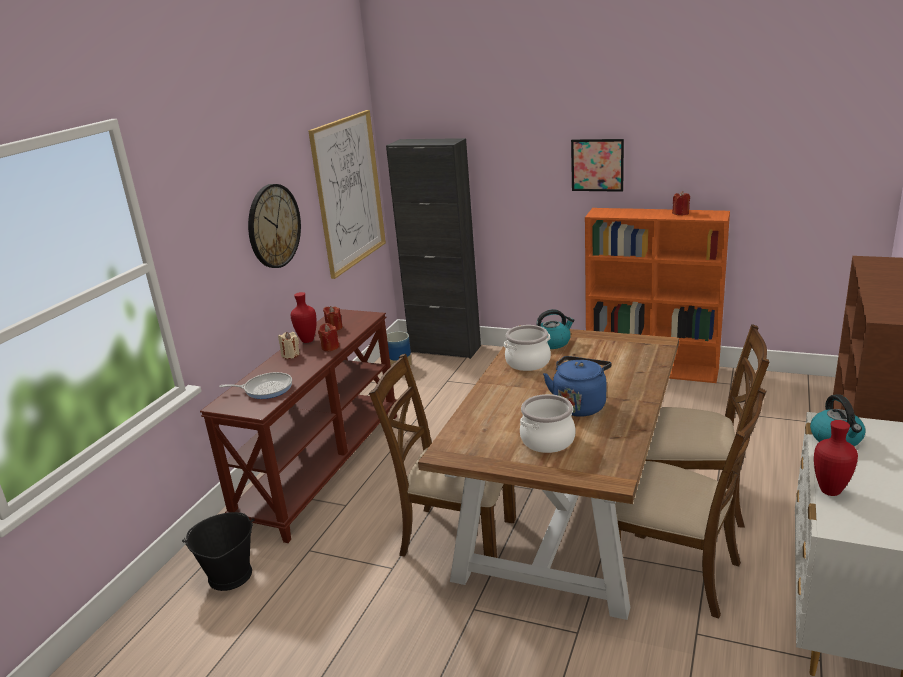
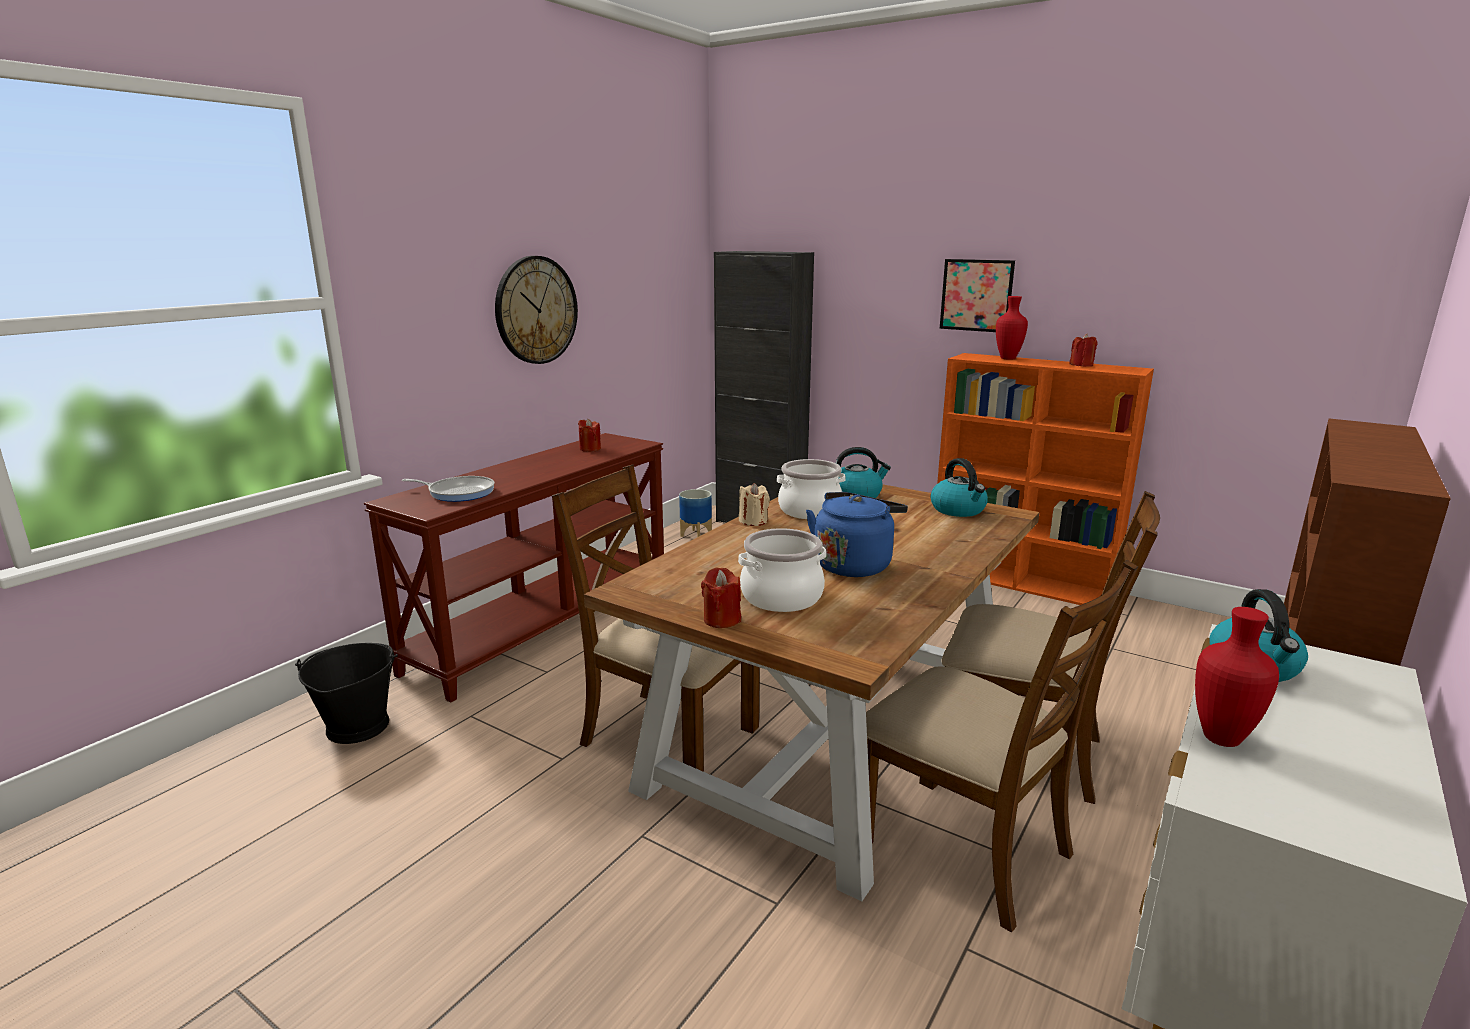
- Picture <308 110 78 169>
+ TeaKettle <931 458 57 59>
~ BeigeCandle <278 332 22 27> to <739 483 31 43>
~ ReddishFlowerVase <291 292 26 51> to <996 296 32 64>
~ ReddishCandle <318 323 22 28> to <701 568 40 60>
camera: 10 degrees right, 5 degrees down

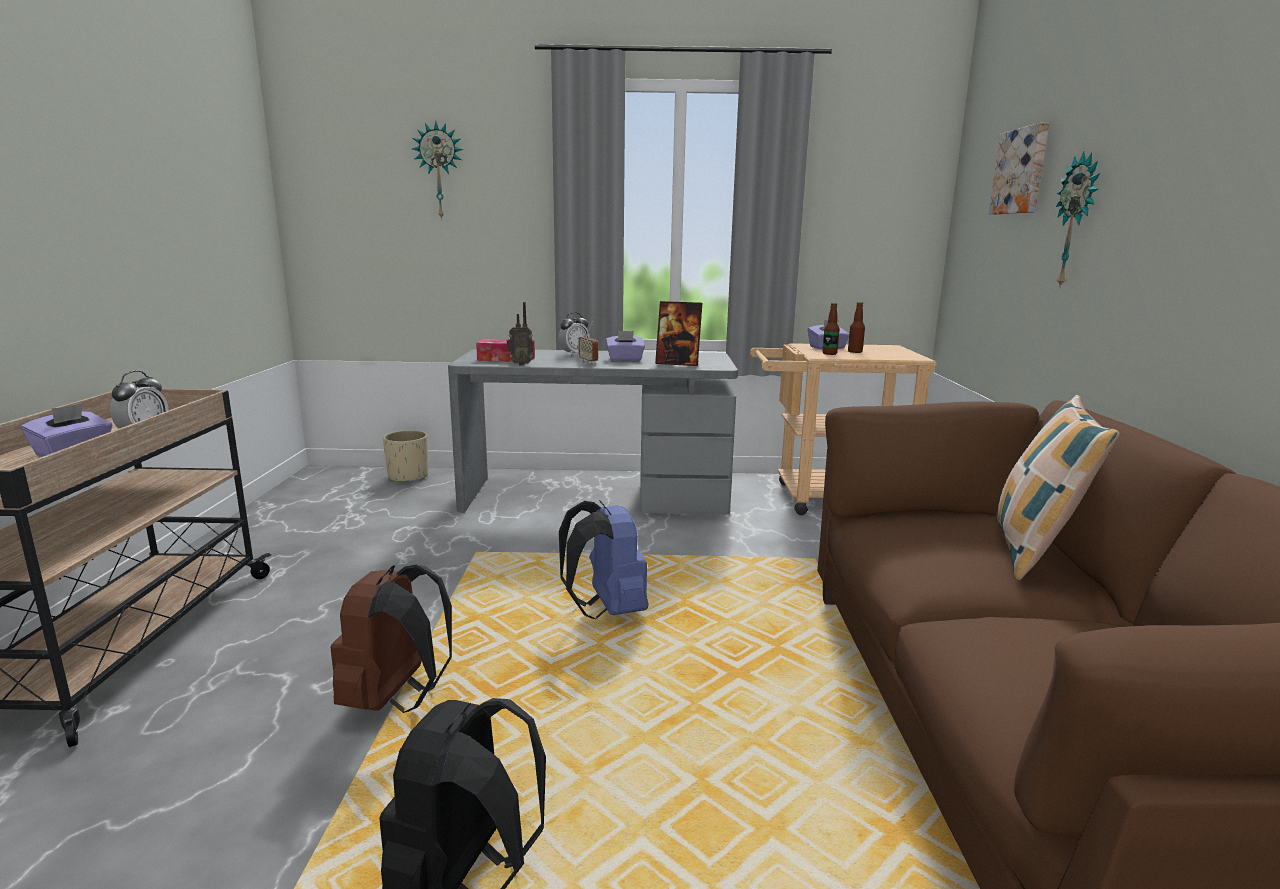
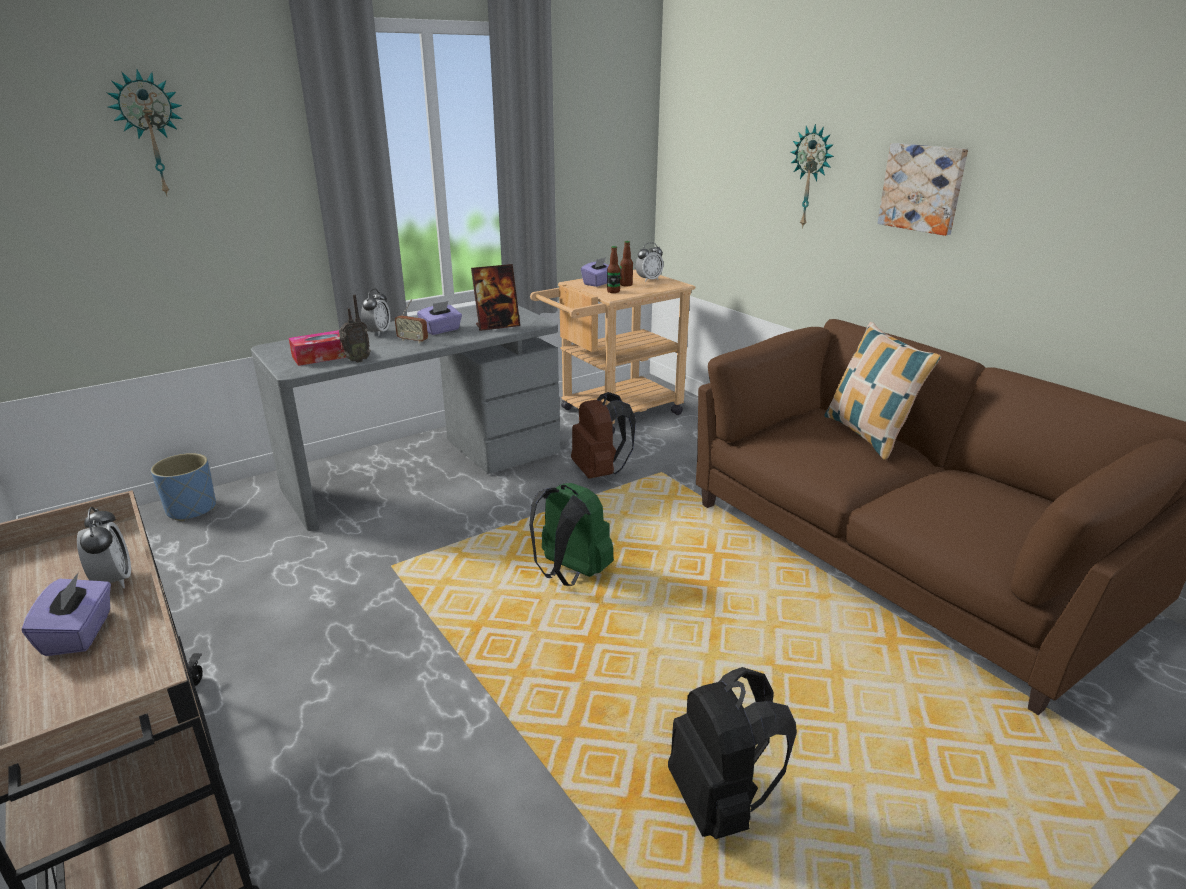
+ AlarmClock <635 242 29 40>
~ BrownColouredKnapsack <331 565 121 148> to <571 392 65 87>
~ Picture <989 123 60 92> to <878 143 90 93>
~ BeigePlanter <383 430 45 52> to BlueColouredPlanter <151 453 65 68>
~ BlueColouredKnapsack <559 500 89 119> to GreenKnapsack <530 483 84 103>
camera: 35 degrees left, 10 degrees up

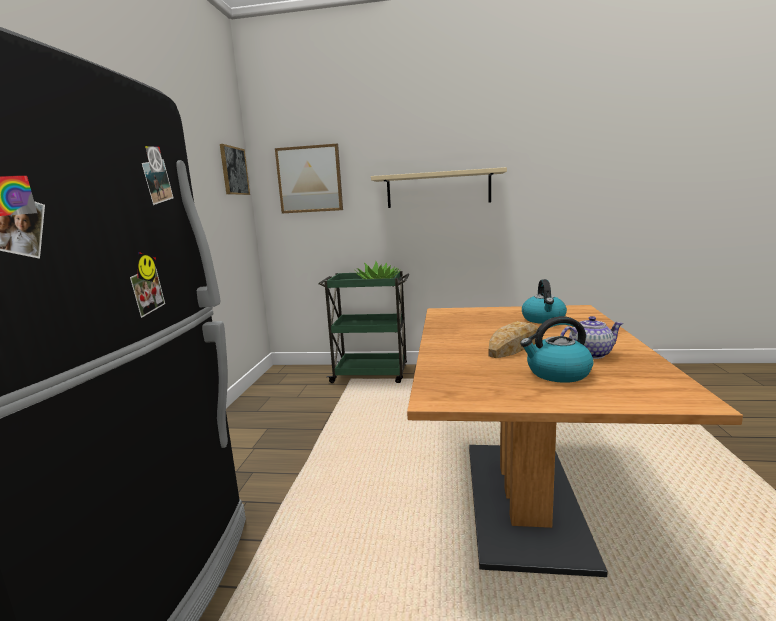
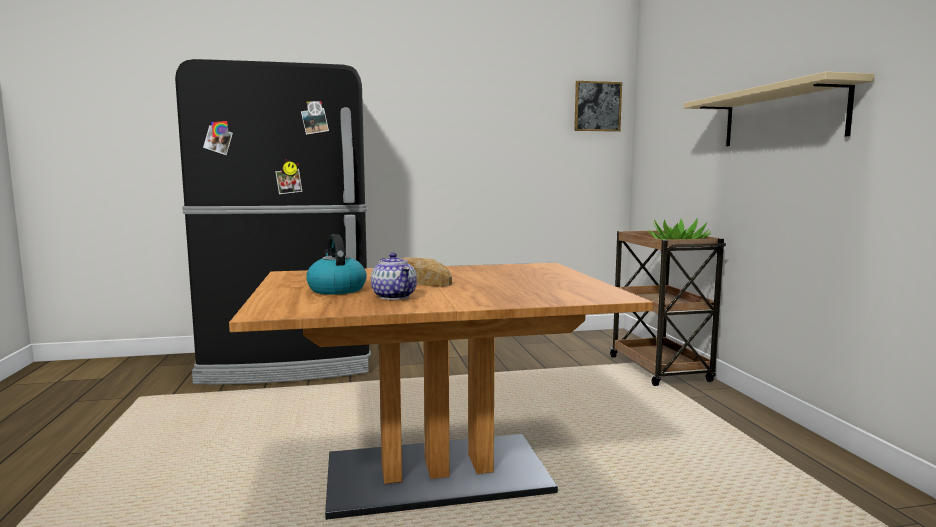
- Picture <275 144 68 69>
- TeaKettle <522 279 45 45>
~ GreenCart <319 271 90 112> to BrownColouredCart <610 230 116 156>
camera: 70 degrees right, 5 degrees down

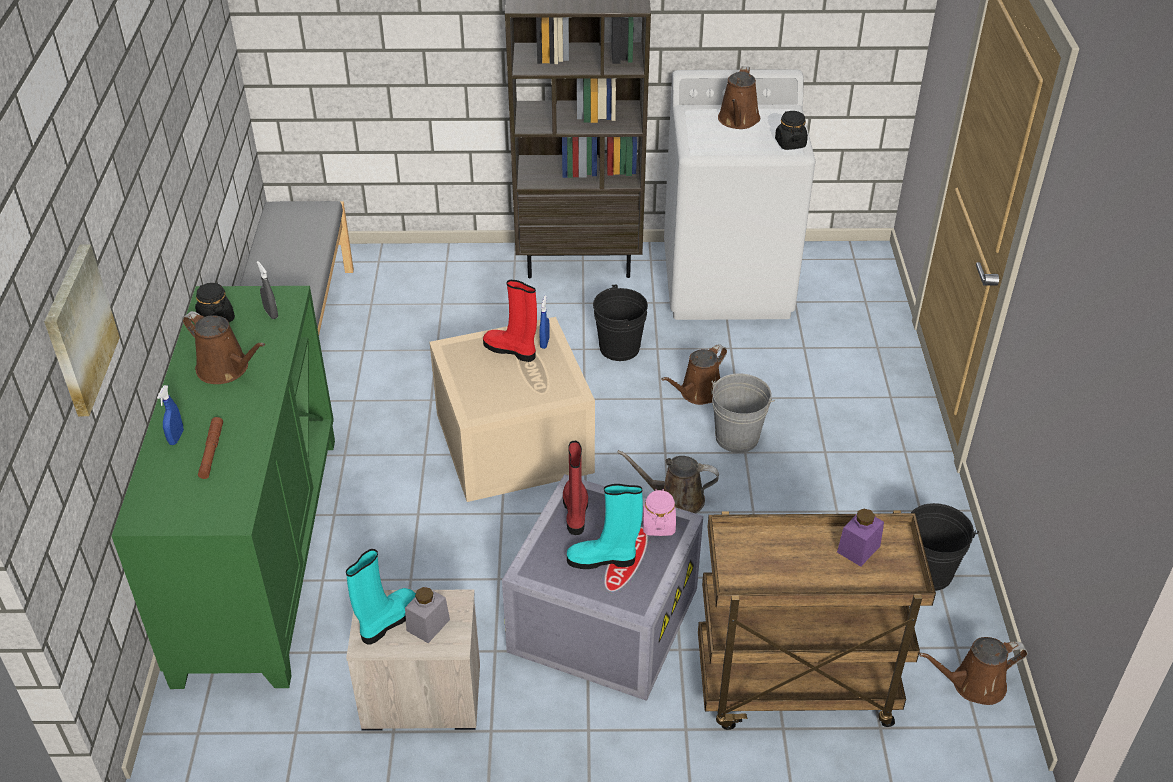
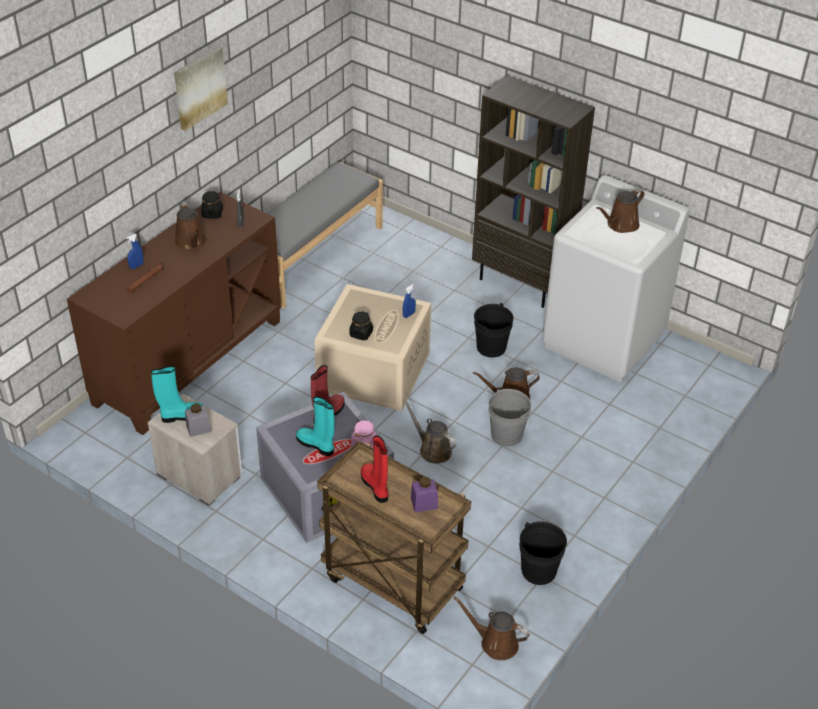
~ Picture <44 244 76 172> to <174 46 54 85>
~ ReddishTallBoot <483 280 54 82> to <361 435 27 68>
~ BlackStorageJar <775 111 33 39> to <349 311 24 29>
~ GreenCupboard <112 286 223 403> to BrownColouredCupboard <67 192 214 243>
camera: 35 degrees right, 0 degrees up

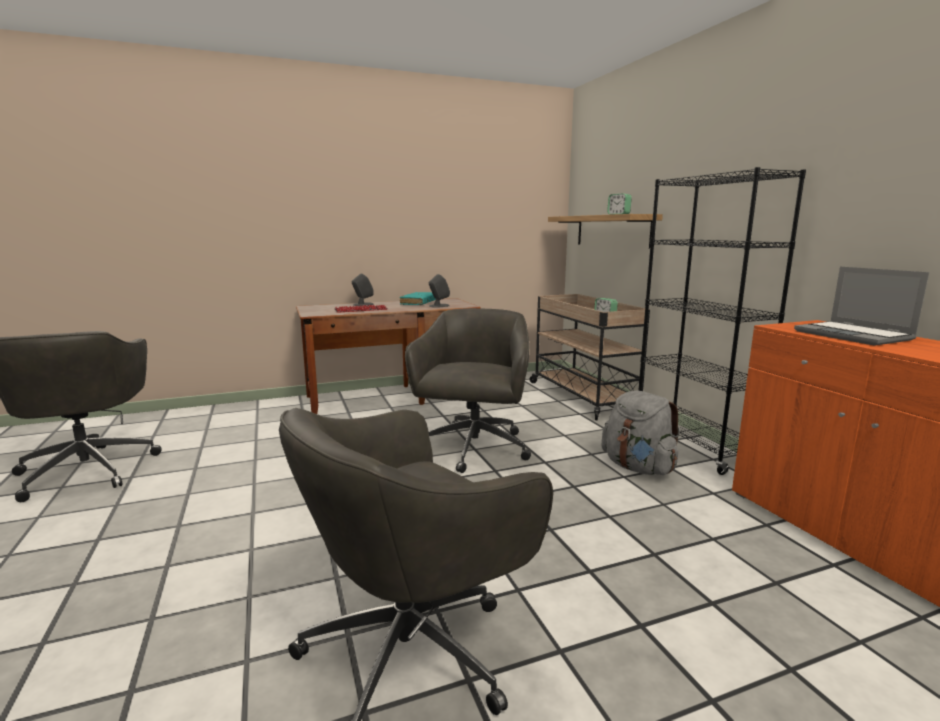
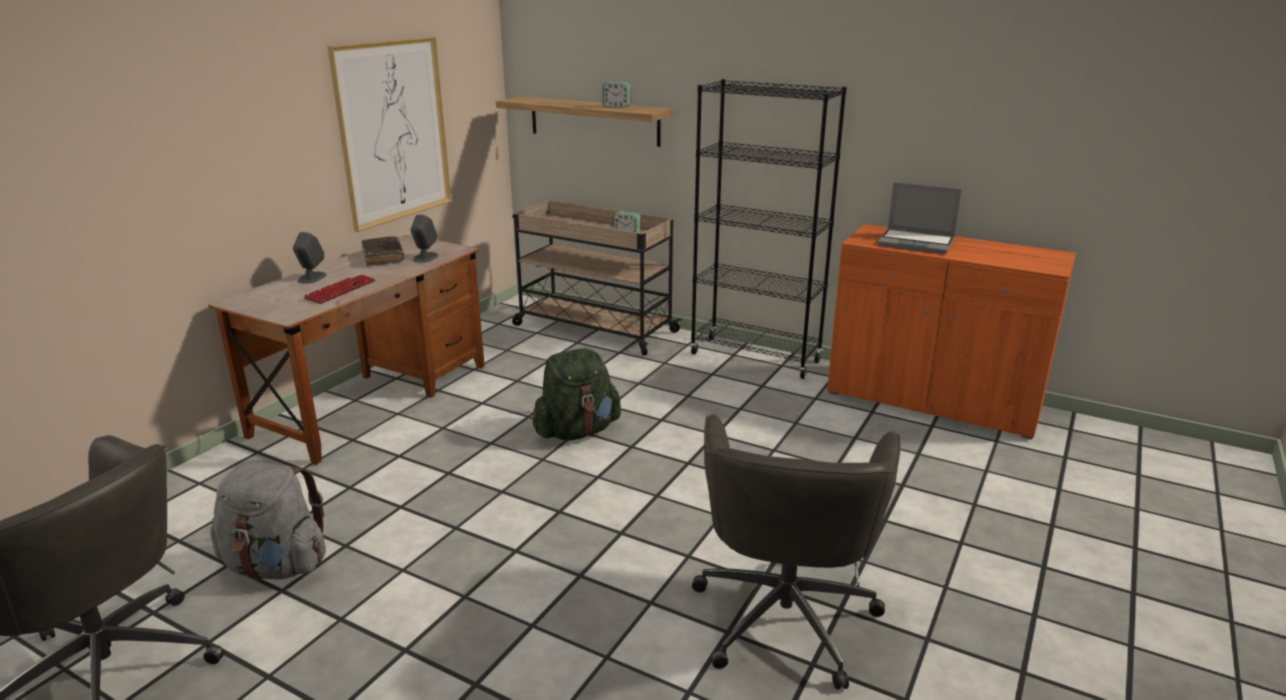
+ Picture <327 37 125 195>
~ GrayKnapsack <601 391 79 84> to <210 462 116 118>
~ GrayComputerChair <405 308 126 165> to GreenKnapsack <533 349 88 91>
~ TurquoiseBook <400 292 36 13> to BrownColouredBook <362 236 42 30>
camera: 40 degrees left, 10 degrees up

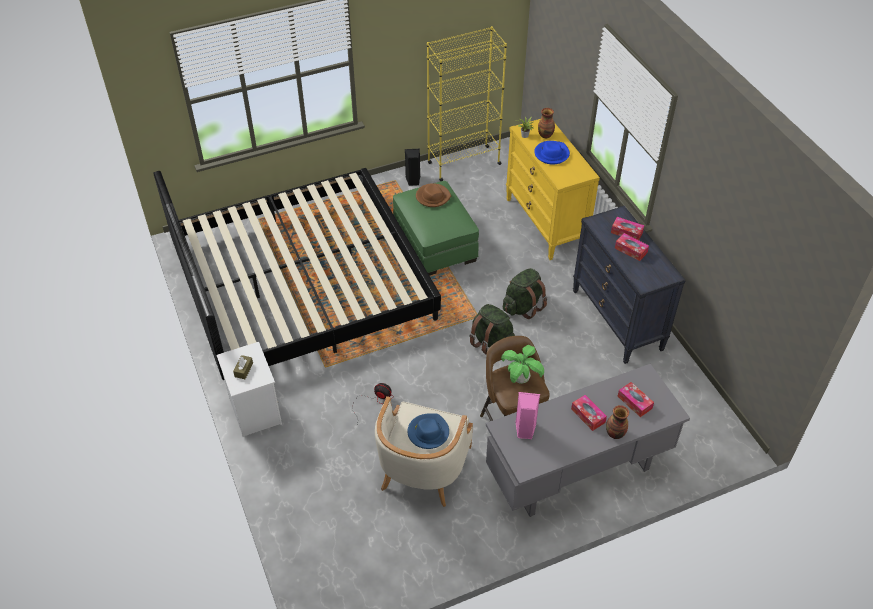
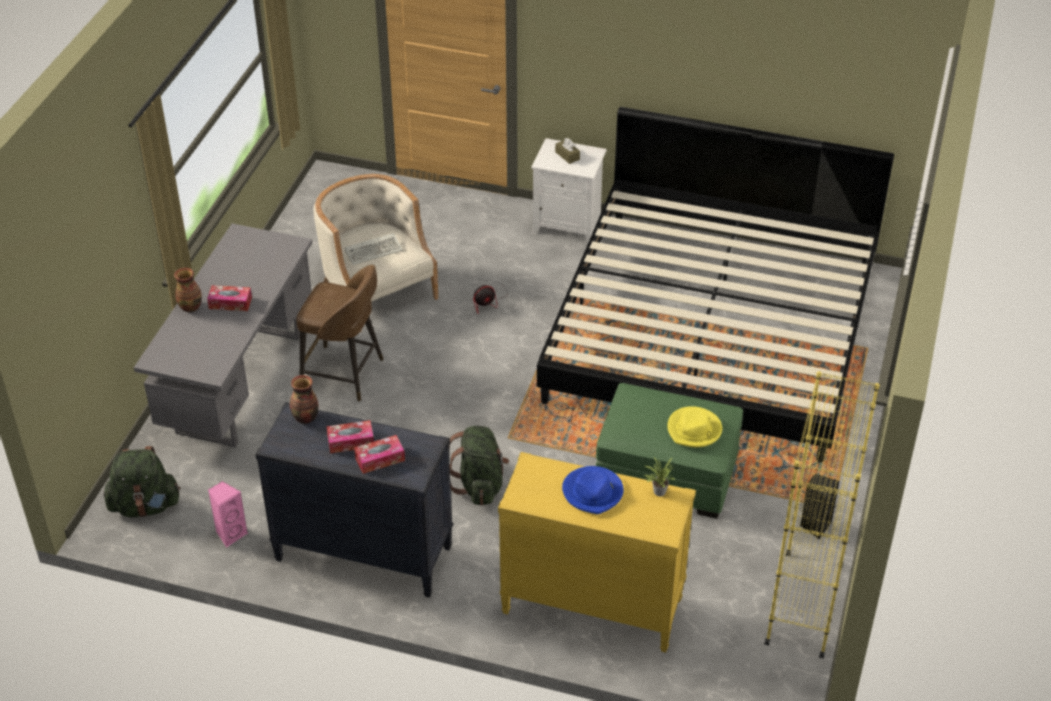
- PottedPlant <501 345 43 39>
- BoxOfTissues <617 382 37 35>
~ GreenKnapsack <469 304 46 51> to <104 446 77 71>
~ PinkColouredSpeaker <515 392 25 47> to <208 481 40 66>
~ FlowerVase <538 108 17 31> to <290 375 28 49>
~ BlueColouredWearableHat <407 413 42 36> to Keyboard <345 233 58 32>
~ BrownColouredWearableHat <416 183 35 24> to YellowishWearableHat <667 406 55 41>
camera: 130 degrees right, 5 degrees down

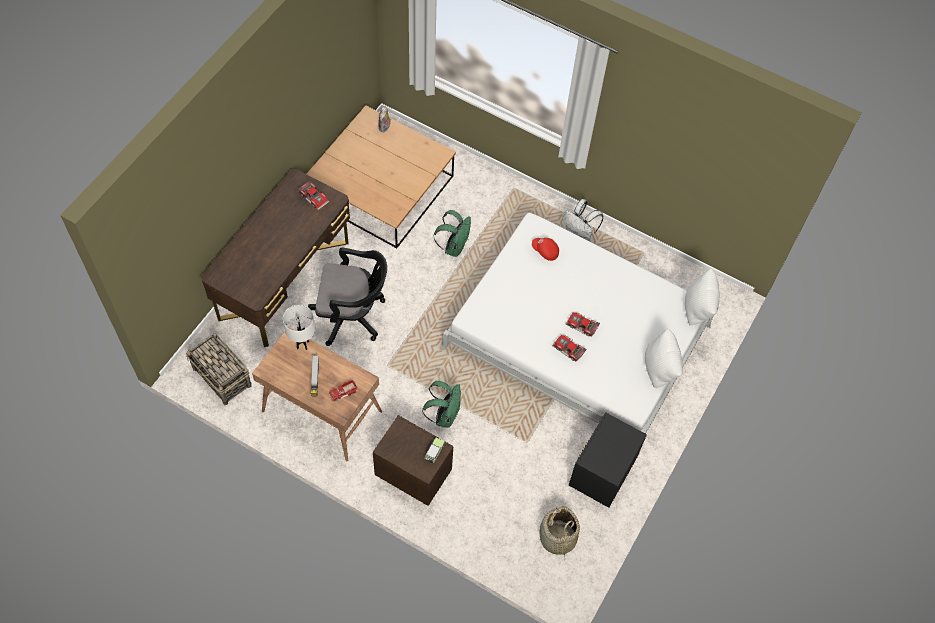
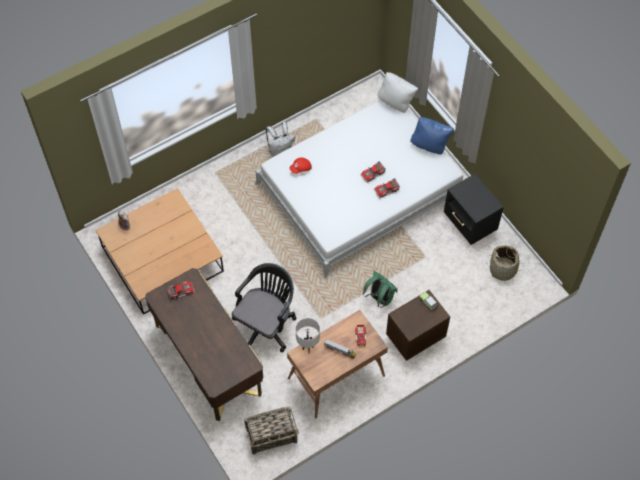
- GreenKnapsack <434 210 37 47>
~ WhitePillow <645 328 38 60> to BlueColouredPillow <410 117 44 38>
camera: 60 degrees left, 0 degrees up

